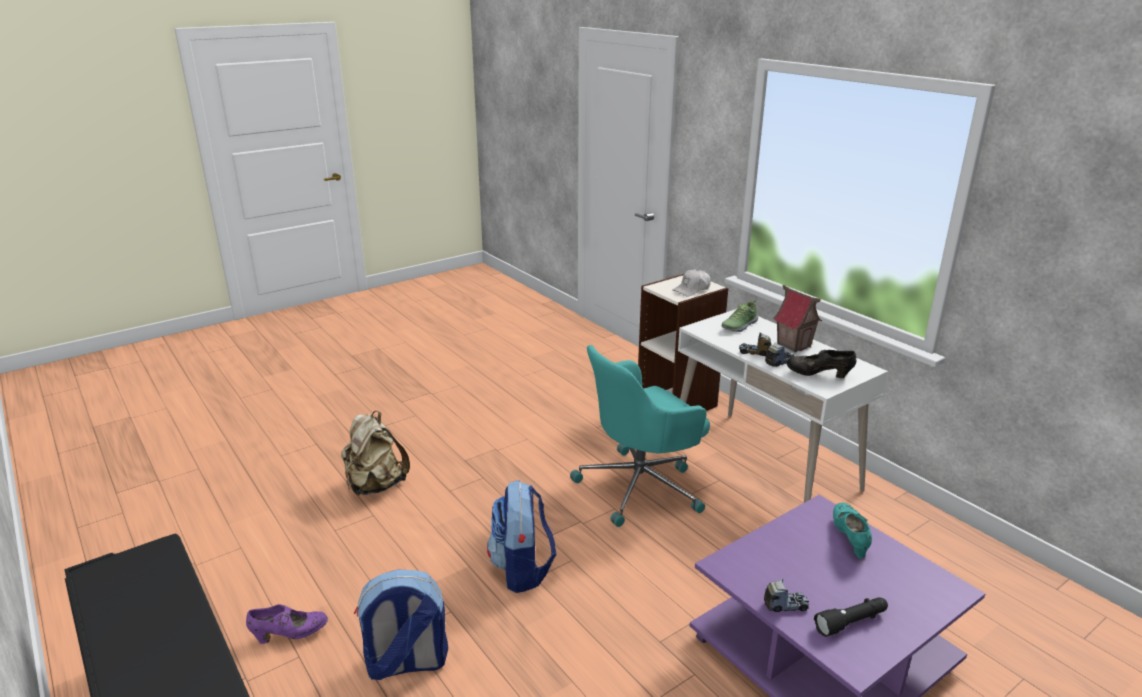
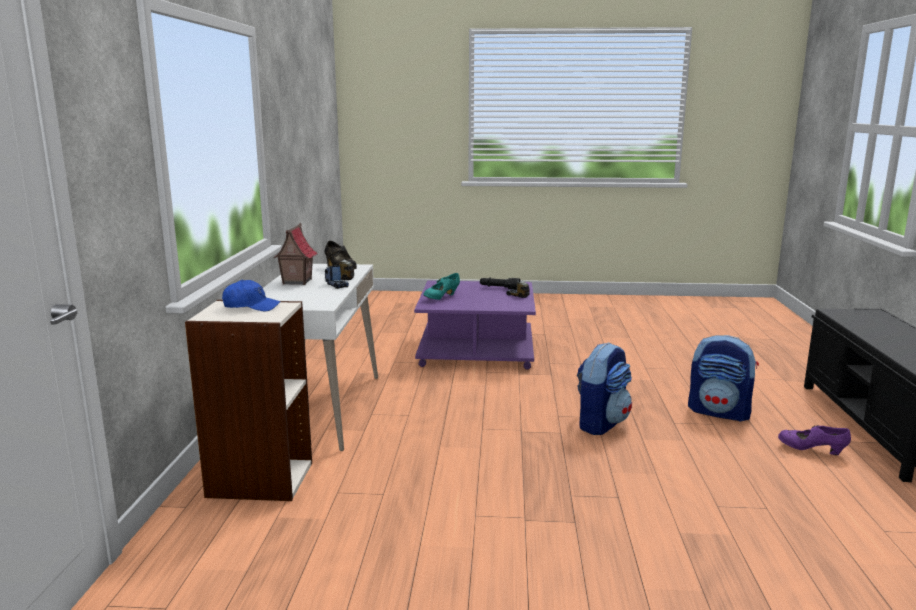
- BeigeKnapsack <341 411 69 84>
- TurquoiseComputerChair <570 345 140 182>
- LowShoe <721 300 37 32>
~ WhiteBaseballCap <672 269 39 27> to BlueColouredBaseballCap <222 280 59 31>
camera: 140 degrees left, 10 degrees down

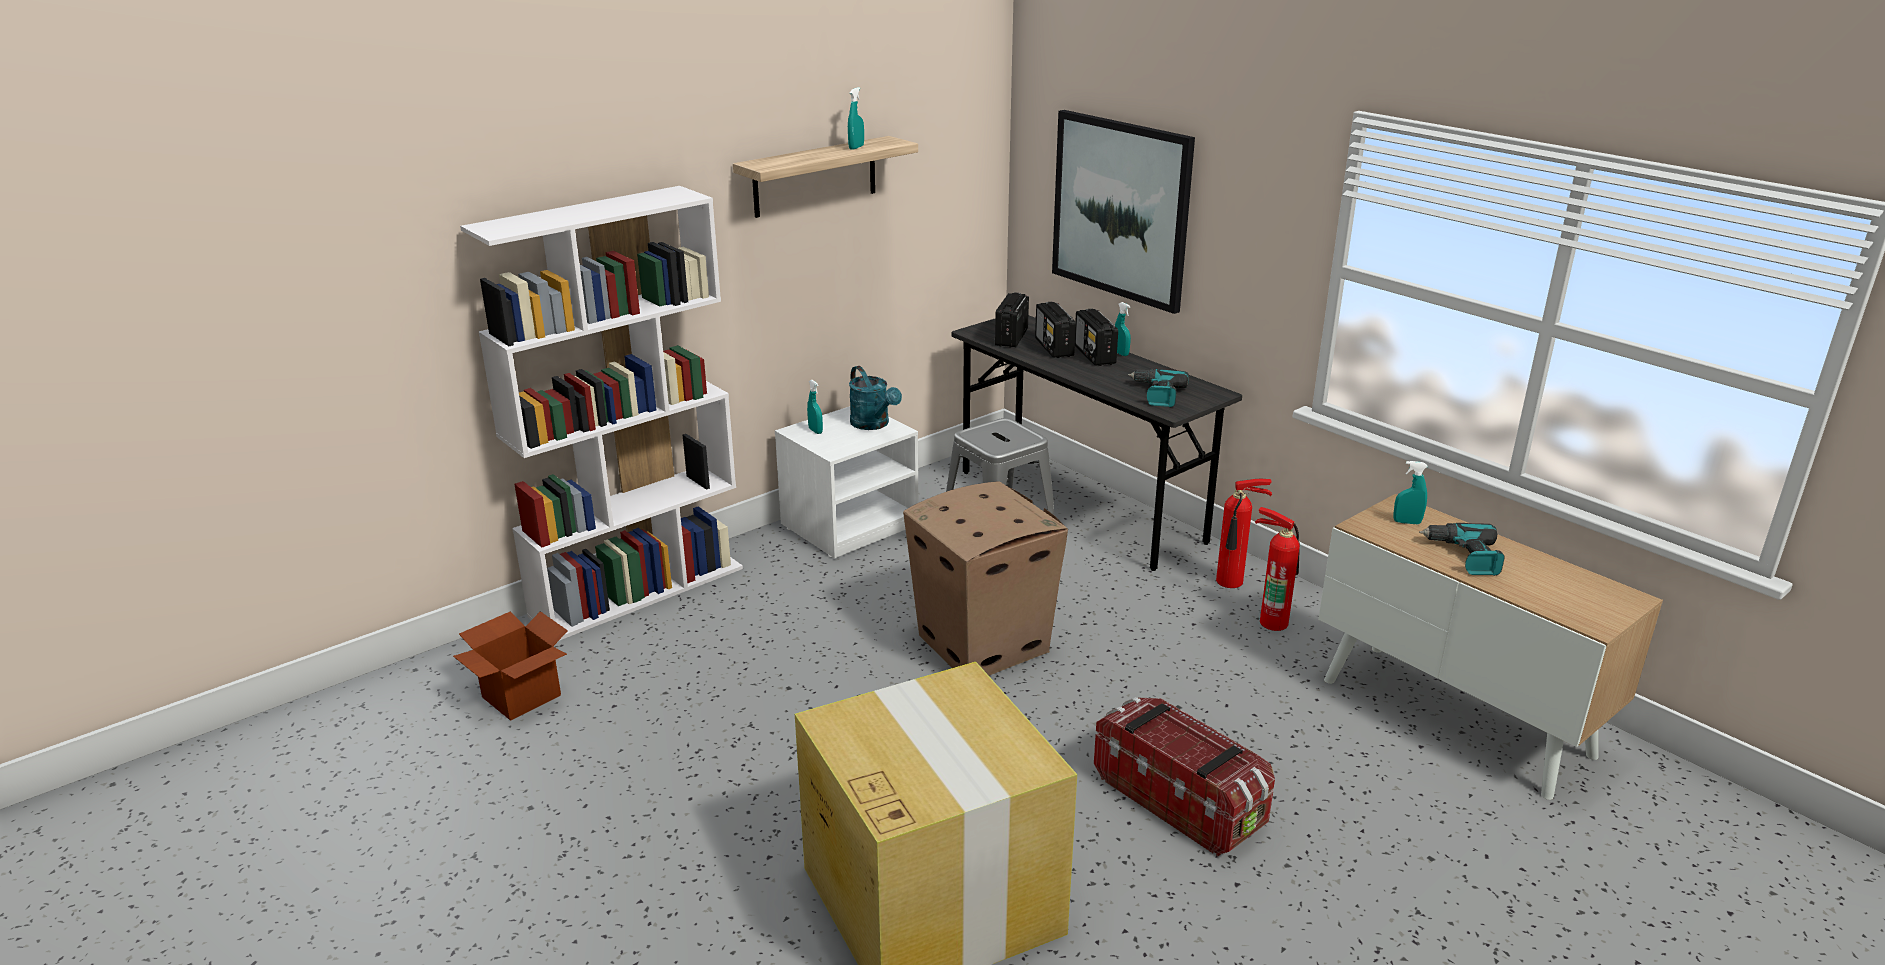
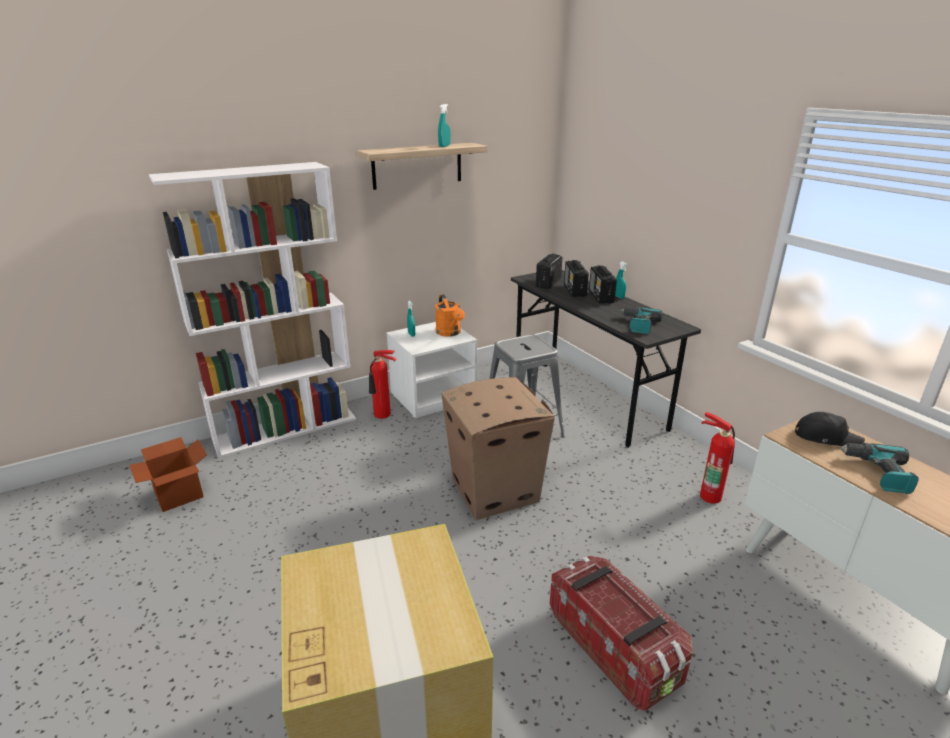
- Picture <1052 110 143 204>
~ FireFightingCylinder <1216 479 56 109> to <369 350 28 69>
~ TurquoiseSprayBottle <1393 461 35 63> to BlackBaseballCap <795 412 70 34>
~ TurquoiseWateringPot <849 366 53 64> to OrangeWateringPot <435 294 30 43>
camera: 10 degrees right, 0 degrees up

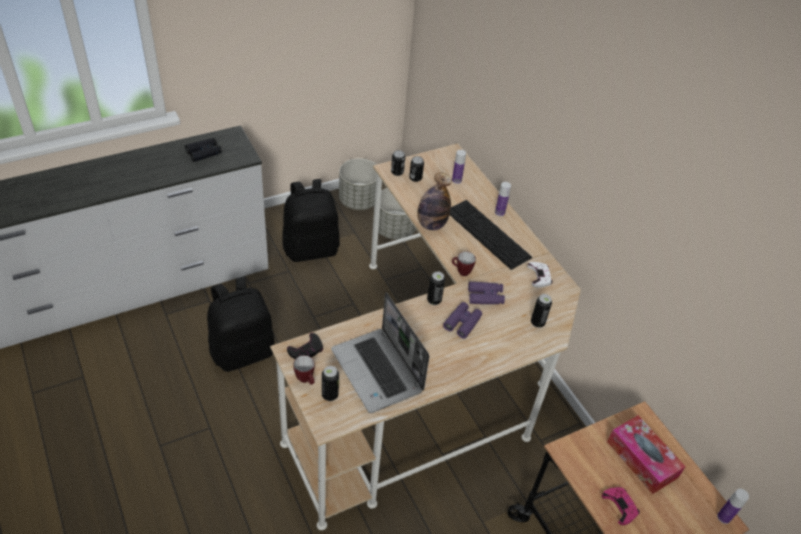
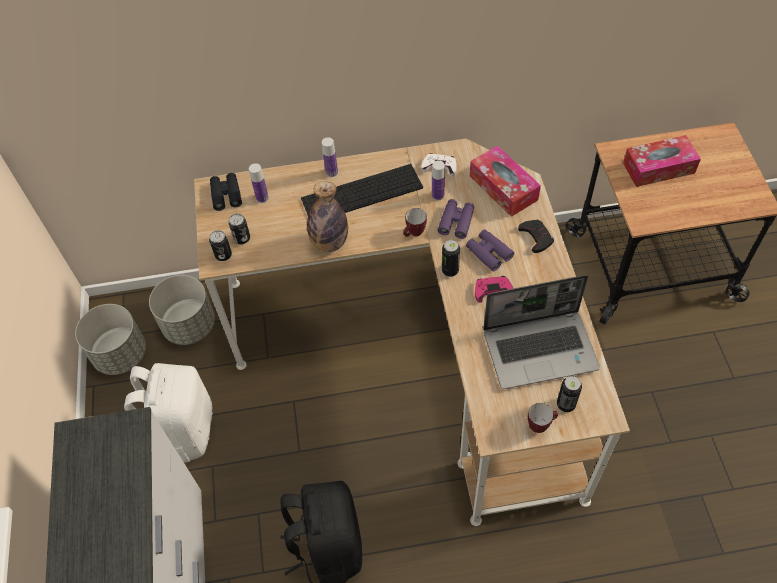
~ BlackPairOfBinoculars <185 138 37 24> to <210 173 32 38>
~ BlackGamepad <287 333 36 26> to <518 220 36 33>
~ PinkColouredGamepad <602 487 38 38> to <475 276 38 27>
~ DrinkBottle <717 489 32 35> to <432 160 13 41>
~ SealedCan <531 294 21 34> to BoxOfTissues <470 145 71 72>
~ BlackKnapsack <283 179 57 83> to WhiteKnapsack <124 363 89 100>
camera: 65 degrees left, 10 degrees up

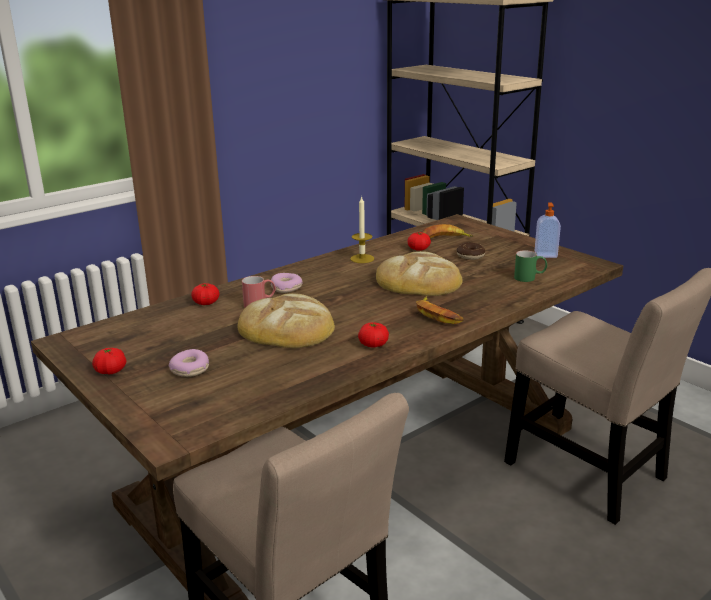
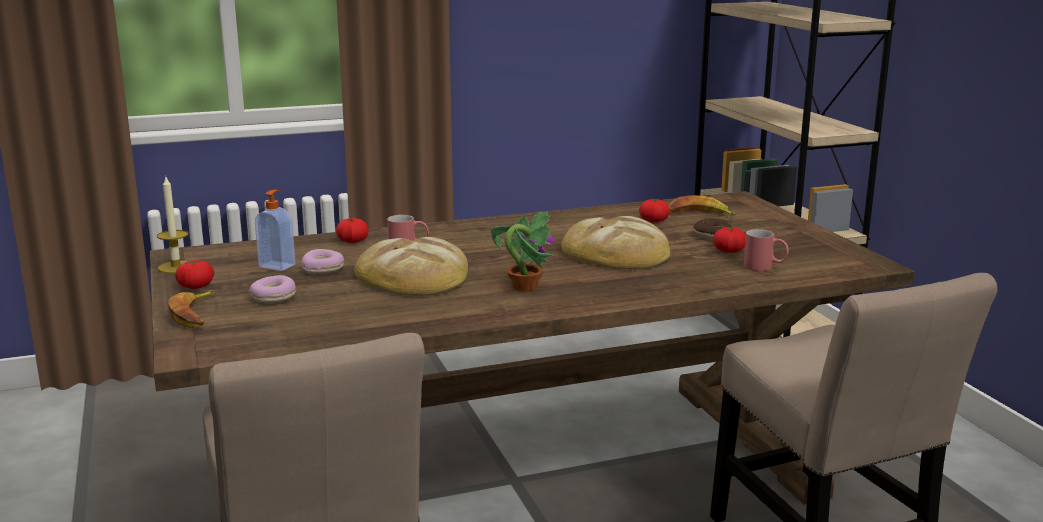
+ PottedPlant <491 211 63 80>
~ Doughnut <271 273 32 20> to <301 249 43 26>
~ Candle <350 196 24 67> to <157 177 31 96>
~ Tomato <358 323 31 25> to <713 227 33 26>
~ WholeBanana <416 296 47 28> to <168 290 47 38>
~ SoapBottle <535 203 26 55> to <255 190 41 81>
~ GreenTeaMug <514 250 33 32> to ReddishTeaMug <744 229 45 42>
camera: 20 degrees right, 5 degrees down

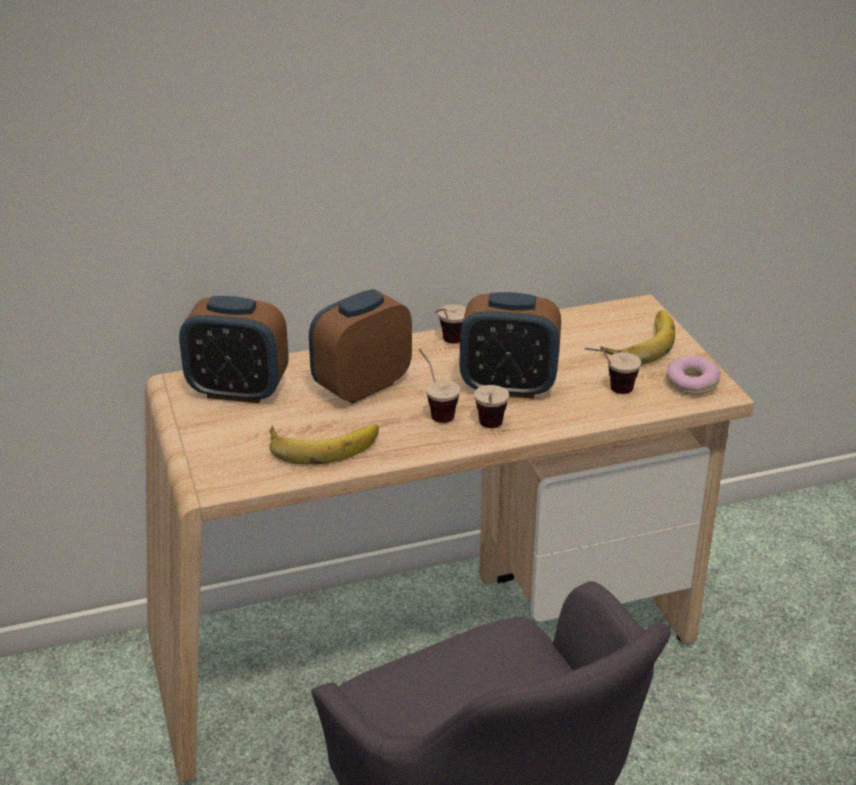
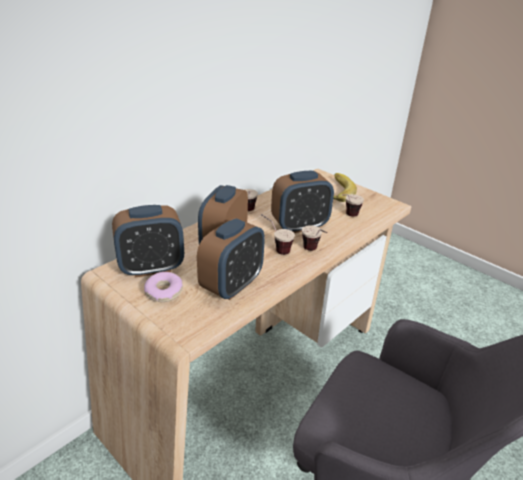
~ Doughnut <666 356 55 39> to <144 272 39 30>
~ WholeBanana <269 424 110 41> to AlarmClock <197 218 68 82>
camera: 30 degrees left, 0 degrees up

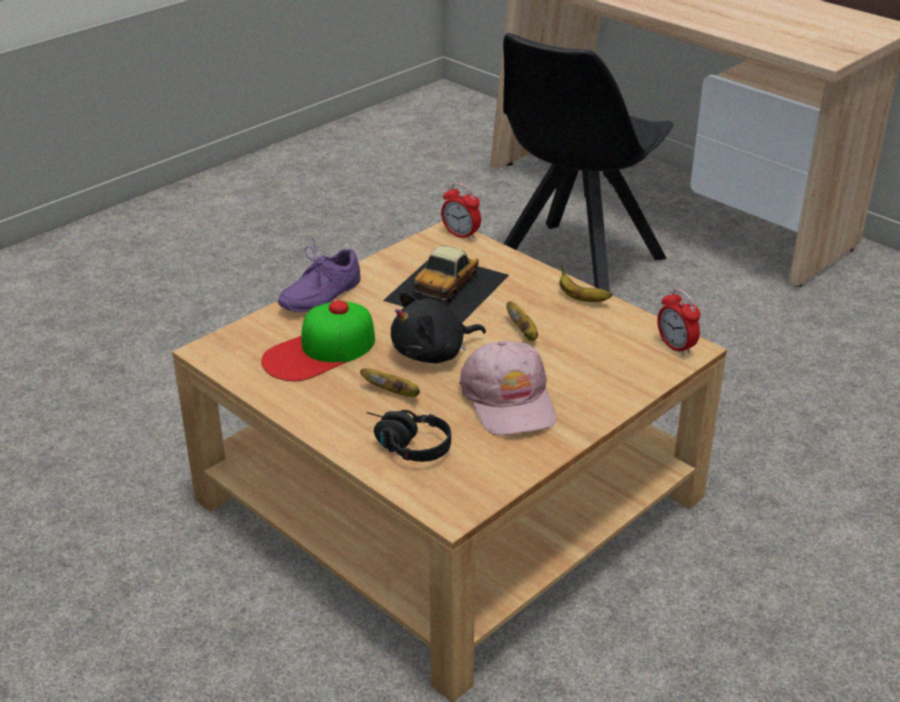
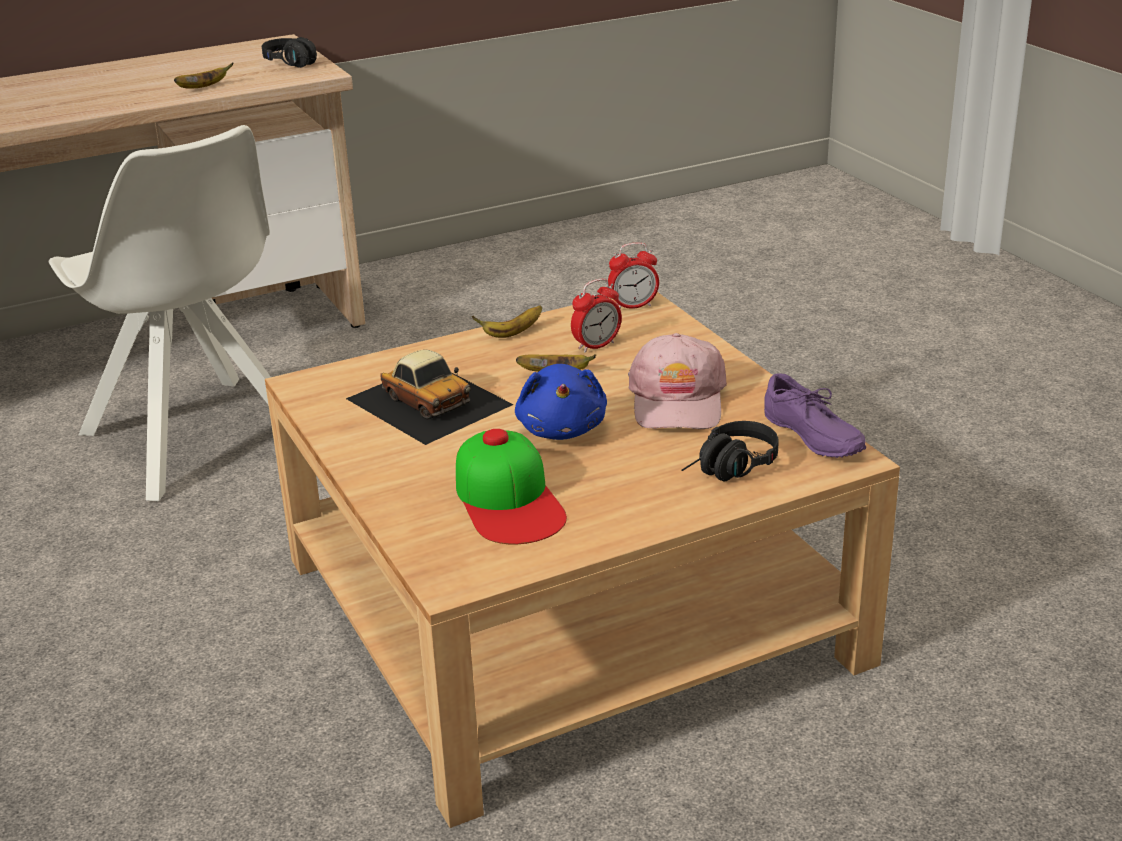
+ BlackPairOfHeadphones <262 37 55 31>
~ PurpleLowShoe <278 238 82 75> to <764 373 102 85>
~ WholeBanana <360 368 60 29> to <174 62 59 27>
~ AlarmClock <441 183 40 58> to <571 279 51 74>
~ BlackPlushToy <391 291 95 72> to BlueColouredPlushToy <515 364 92 76>
~ BlackPlainChair <503 33 171 259> to WhitePlainChair <49 125 222 376>
~ PinkColouredBaseballCap <459 340 97 96> = <628 333 99 96> 90 degrees clockwise
camera: 70 degrees left, 5 degrees down

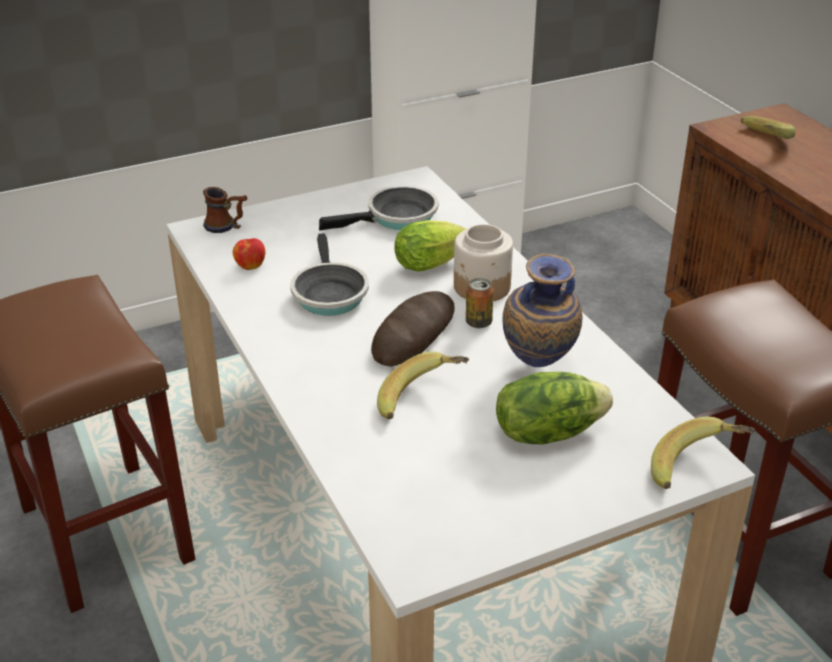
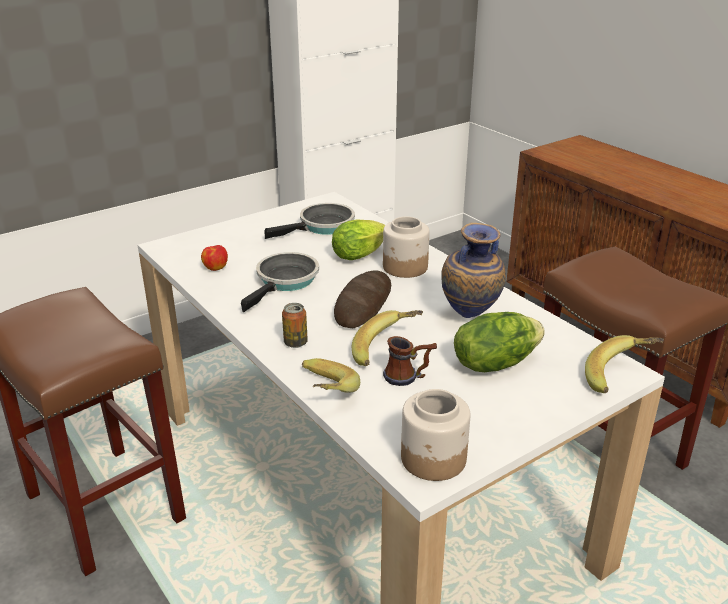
+ StorageJar <401 389 69 92>
~ TeaMug <203 187 44 46> to <383 336 54 50>
~ SealedCan <466 278 28 50> to <282 303 26 45>
~ WholeBanana <741 116 55 23> to <302 358 58 35>
~ Skillet <290 233 79 83> = <241 252 78 60> 135 degrees counterclockwise
camera: 10 degrees left, 5 degrees down

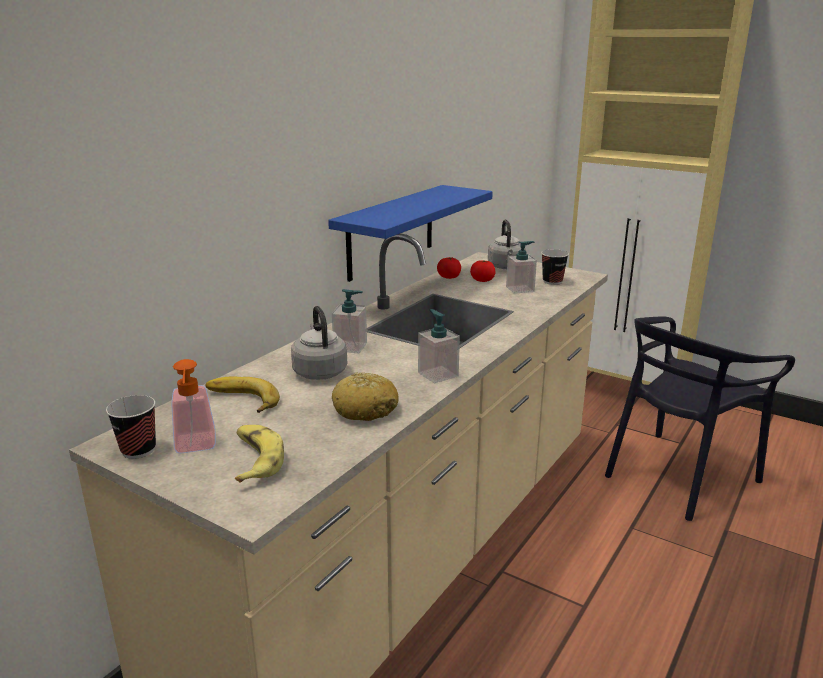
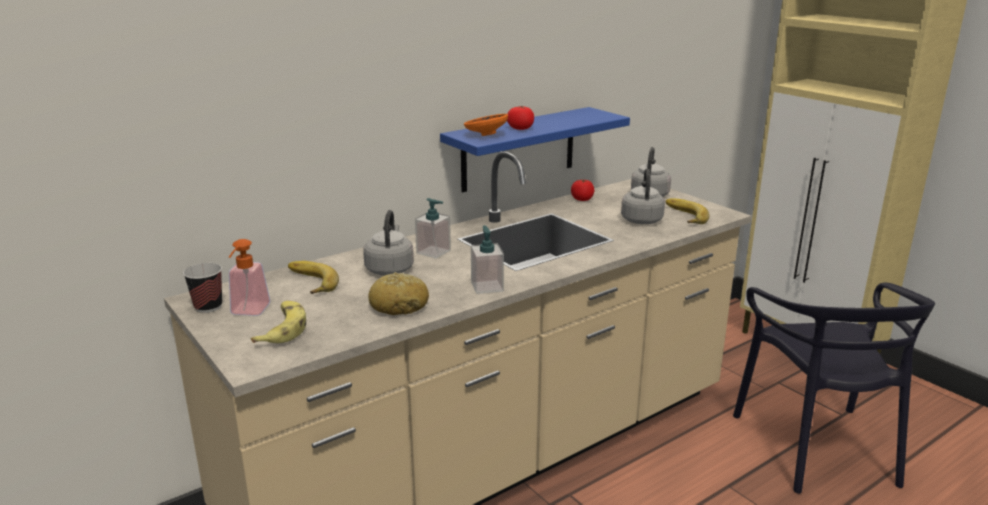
+ OrangeDeepDish <464 114 44 22>
~ Tomato <470 260 25 22> to <507 106 27 24>
~ SoapBottle <506 241 31 53> to GrayTeaKettle <621 169 44 55>
~ DrinkingCup <541 249 28 36> to WholeBanana <666 199 43 25>
~ BlackPlainChair <605 316 190 205> = <733 283 202 211> 75 degrees counterclockwise
camera: 20 degrees right, 0 degrees up

